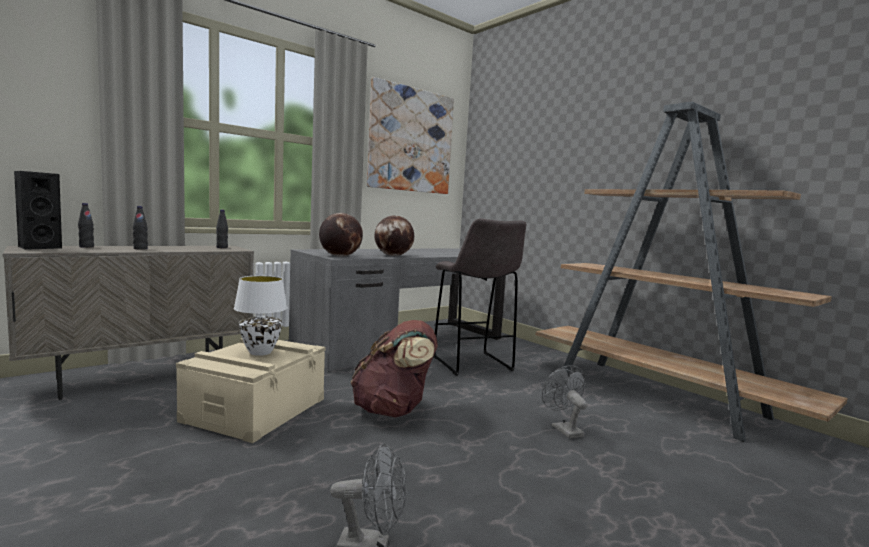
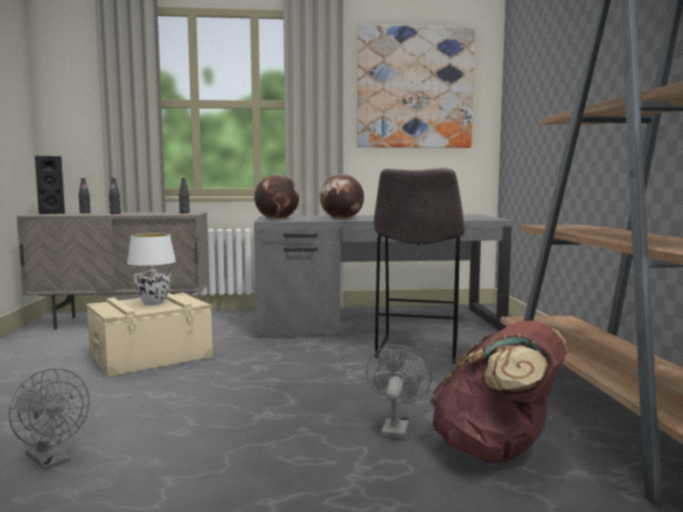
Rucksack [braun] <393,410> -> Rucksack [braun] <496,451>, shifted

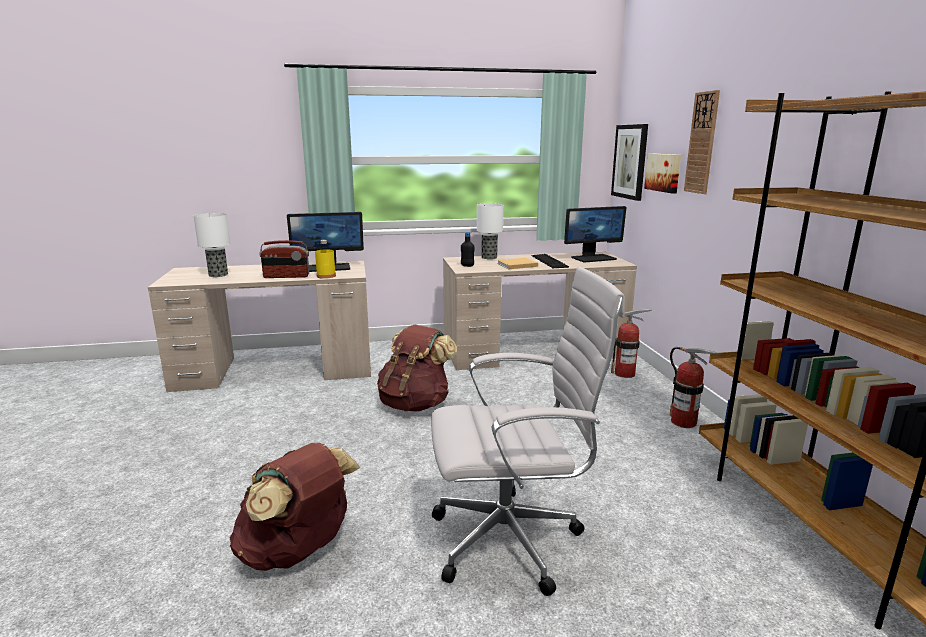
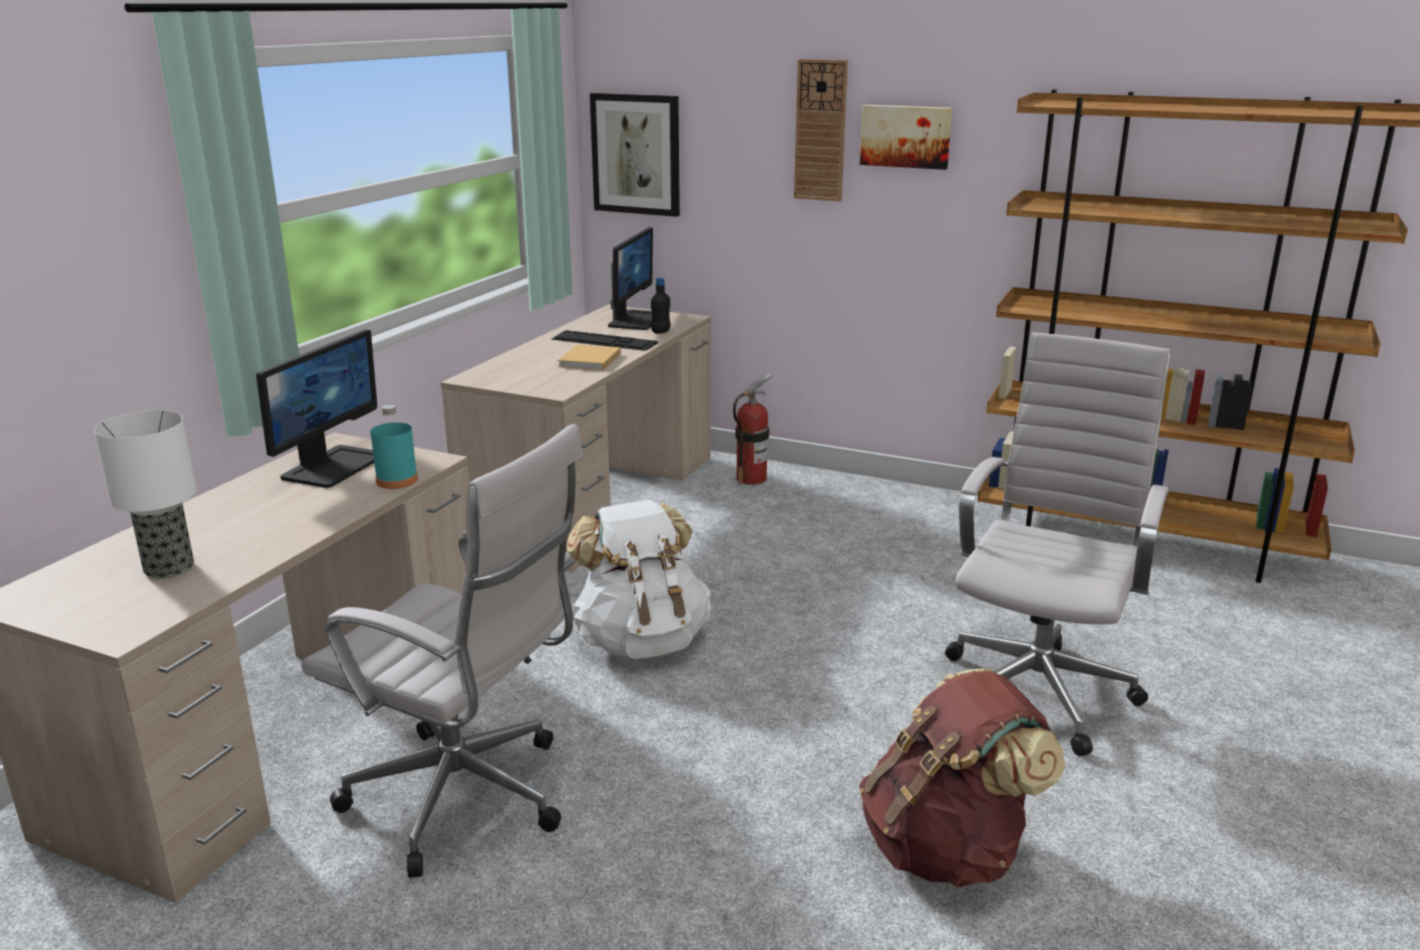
Radio <286,276> -> none
Tischlampe <488,257> -> none
Feuerlöscher <683,422> -> none
none -> Bürostuhl [weiß] <467,800>
Flasche [schwarz] <467,266> -> Flasche [schwarz] <661,332>, shifted
Bild <664,172> -> Bild <906,136>, shifted
Flasche [gelb] <326,276> -> Flasche [türkis] <397,480>
Rucksack [braun] <415,404> -> Rucksack [weiß] <641,640>

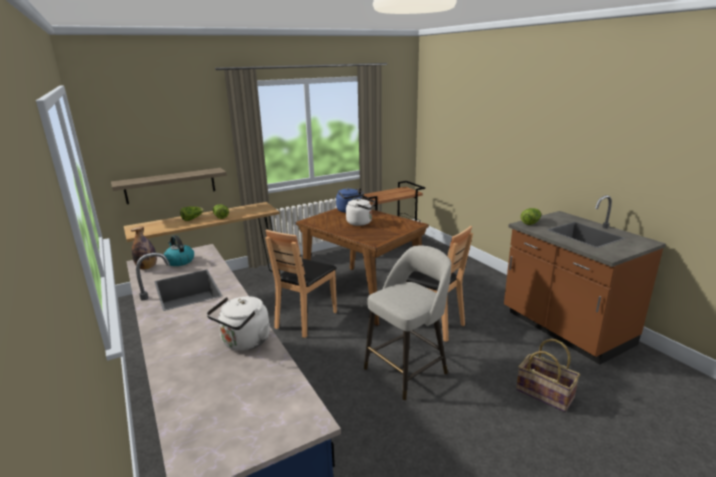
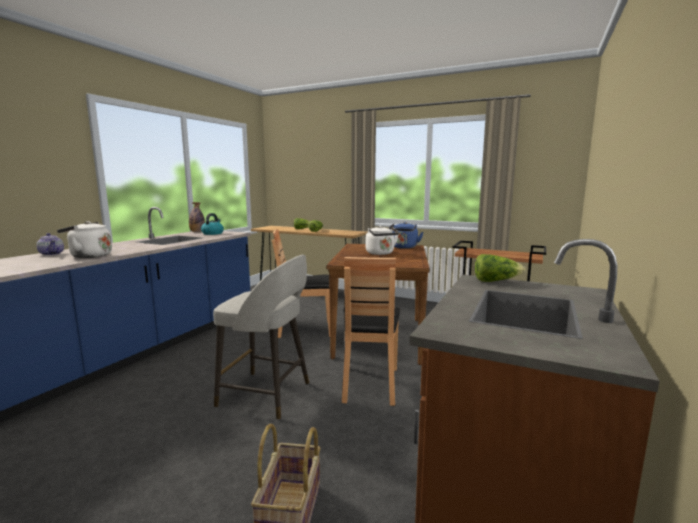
Wandregal <170,185> -> none
none -> Teekanne <52,254>

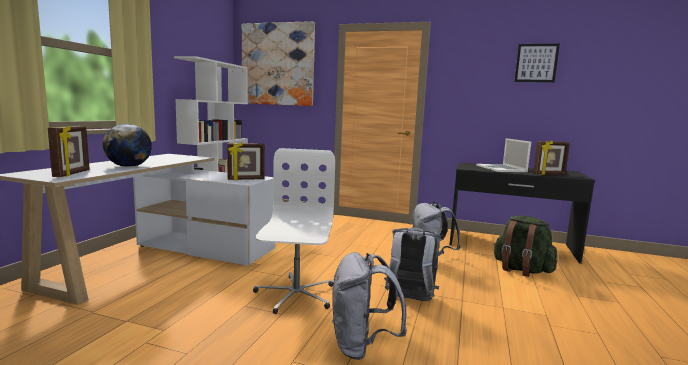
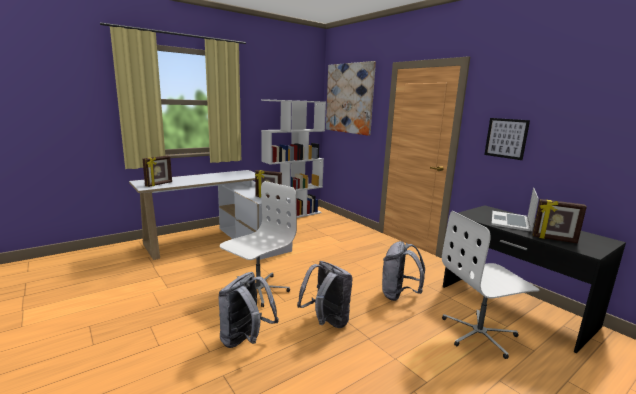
Globus <129,166> -> none
Bild <536,63> -> Bild <506,138>, shifted
Rucksack [grün] <521,270> -> Bürostuhl [weiß] <479,334>

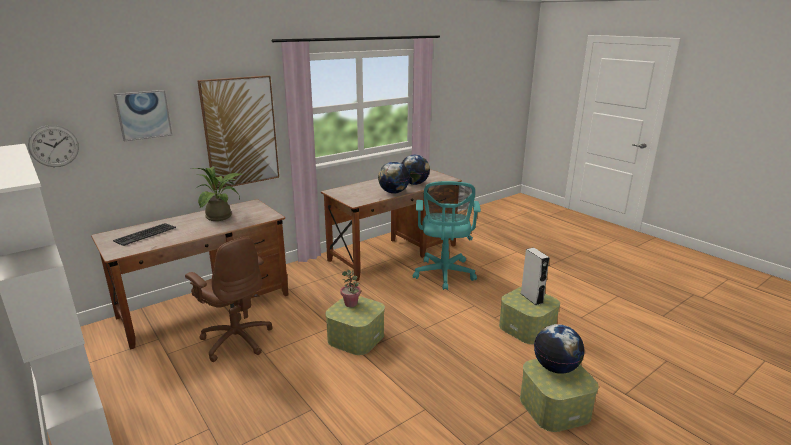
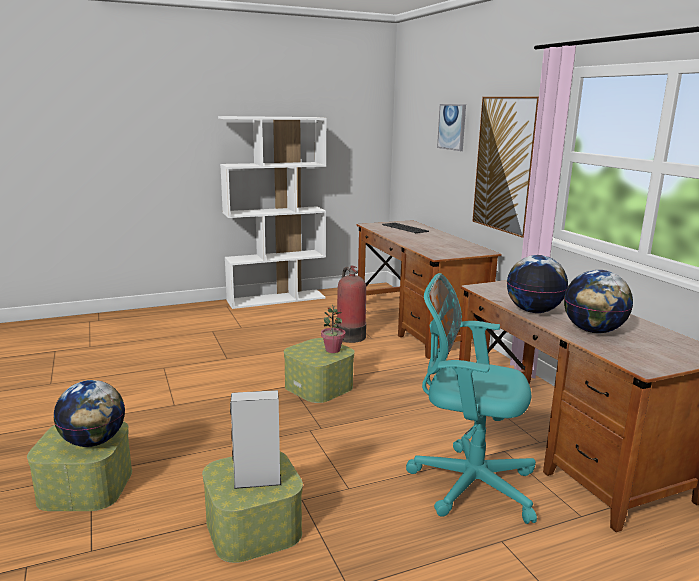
Wanduhr <54,146> -> none
Topfpflanze <222,216> -> none
Bürostuhl [braun] <236,340> -> Feuerlöscher <350,336>

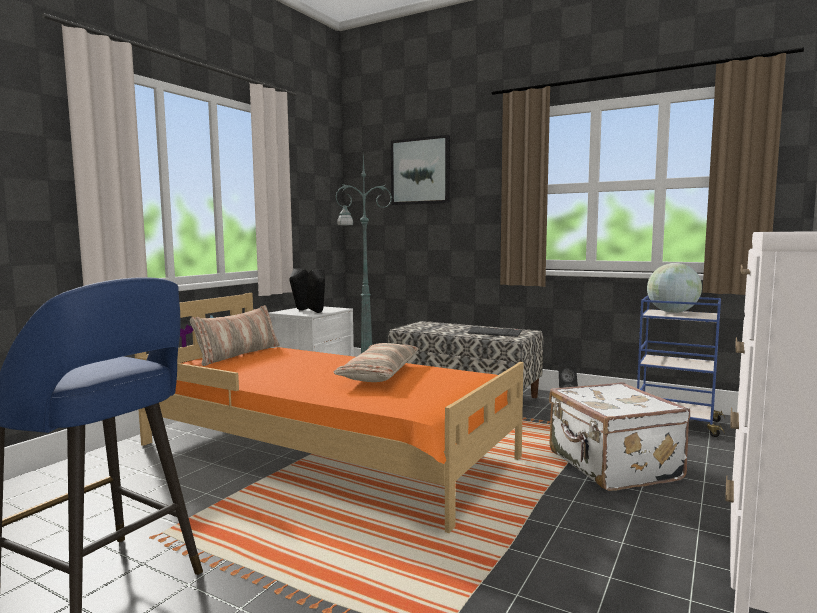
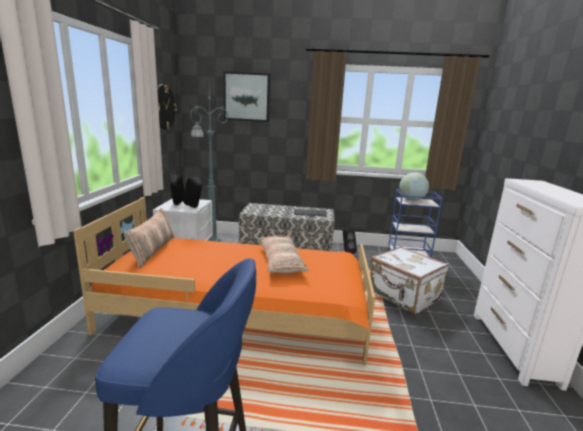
none -> Wanduhr <164,107>

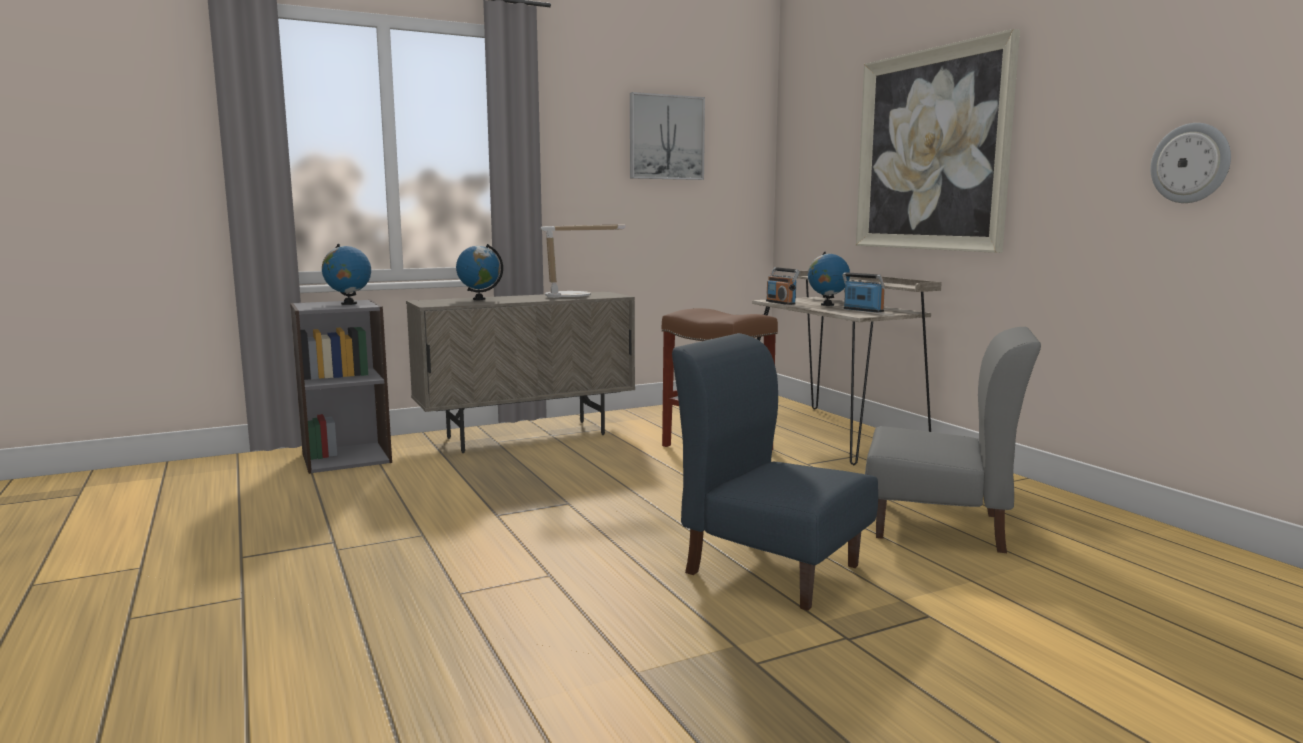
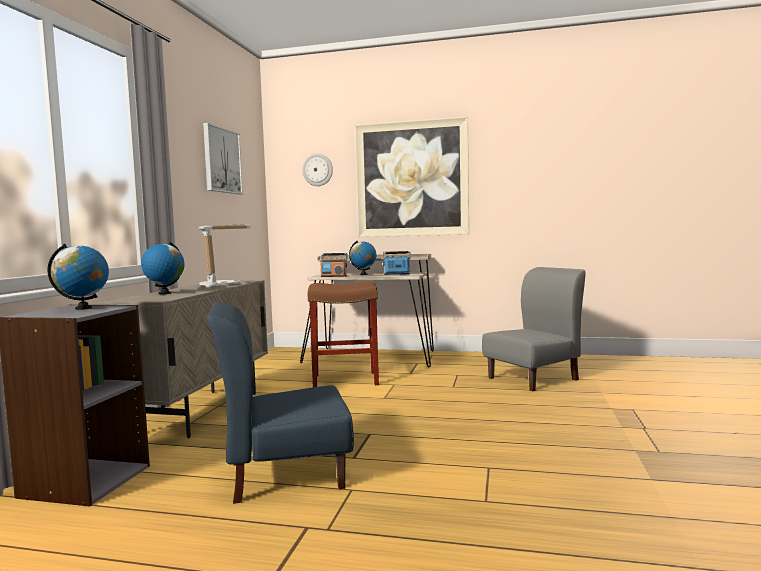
Stuhl [blau] <771,568> -> Stuhl [blau] <284,474>, shifted
Wanduhr <1191,163> -> Wanduhr <317,170>, shifted

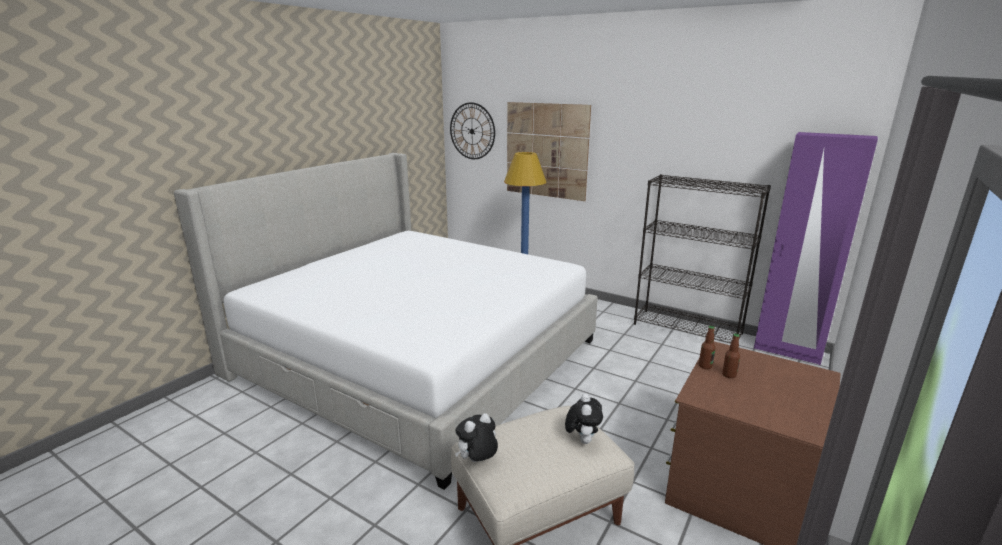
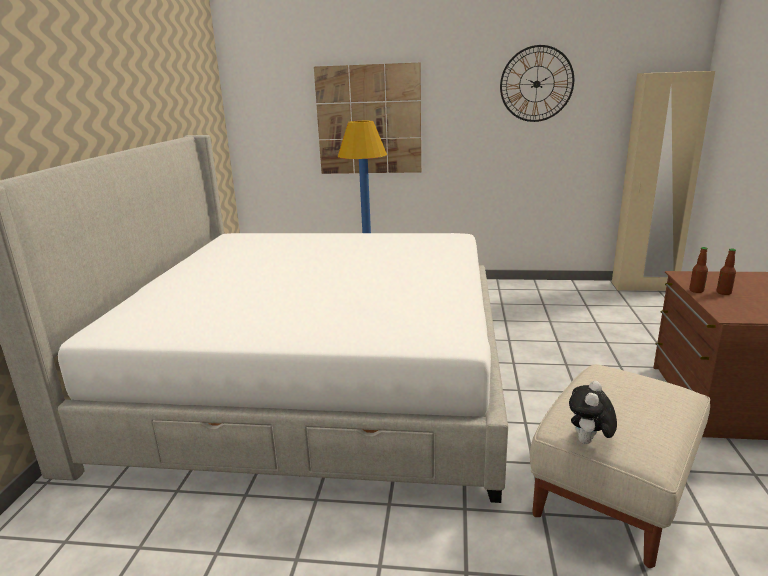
Plüschtier <582,439> -> none
Bücherregal [schwarz] <687,329> -> none
Wanduhr <472,131> -> Wanduhr <536,84>, shifted
Kleiderschrank [lila] <787,351> -> Kleiderschrank [beige] <644,287>

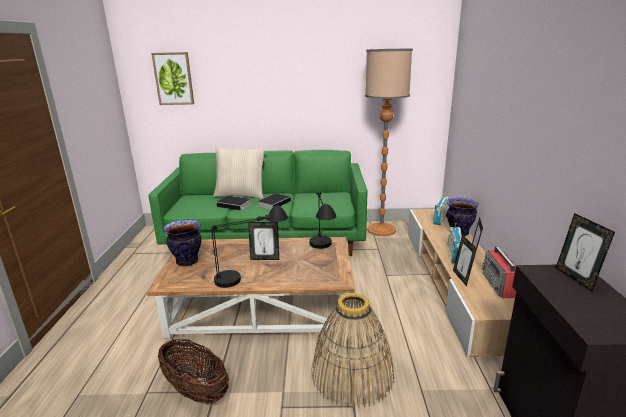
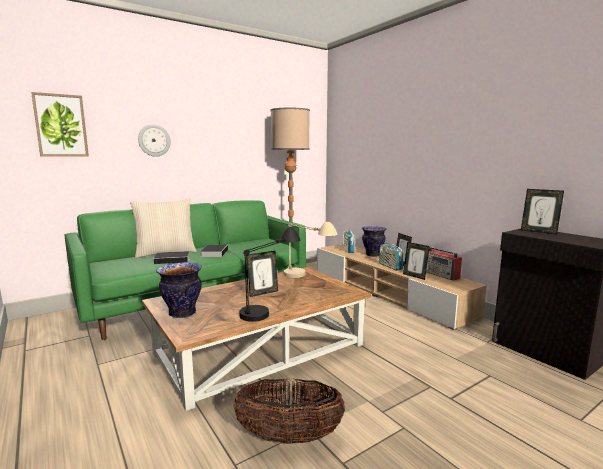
Korb <352,374> -> none
none -> Wanduhr <154,140>
Tischlampe [schwarz] <323,252> -> Tischlampe [beige] <307,279>

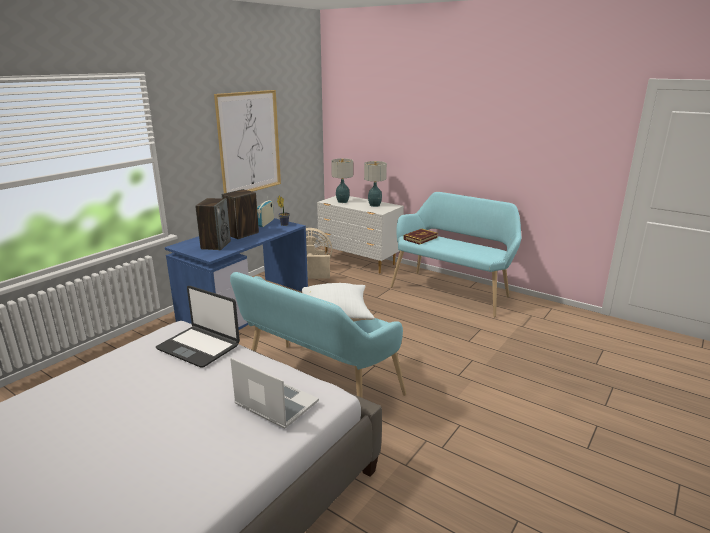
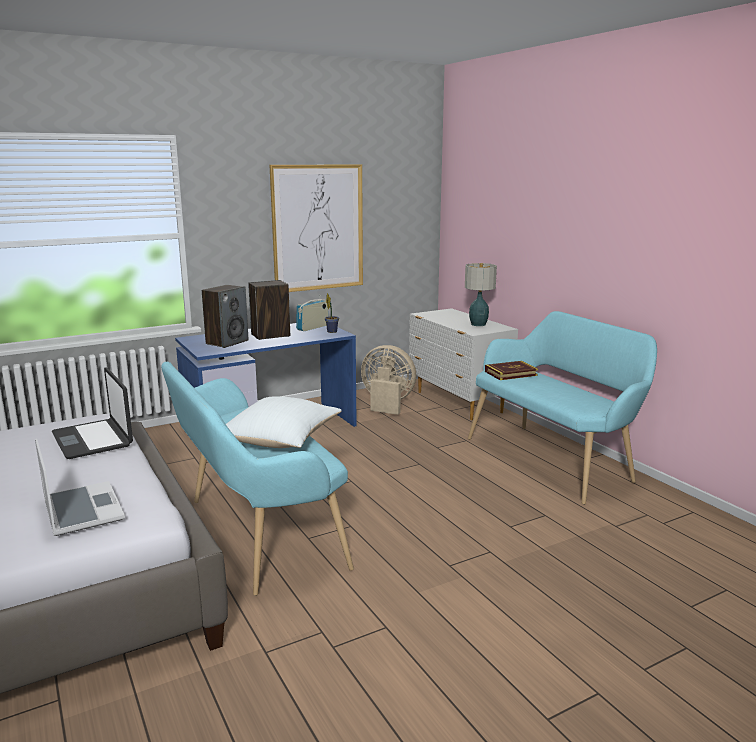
Tischlampe <342,201> -> none

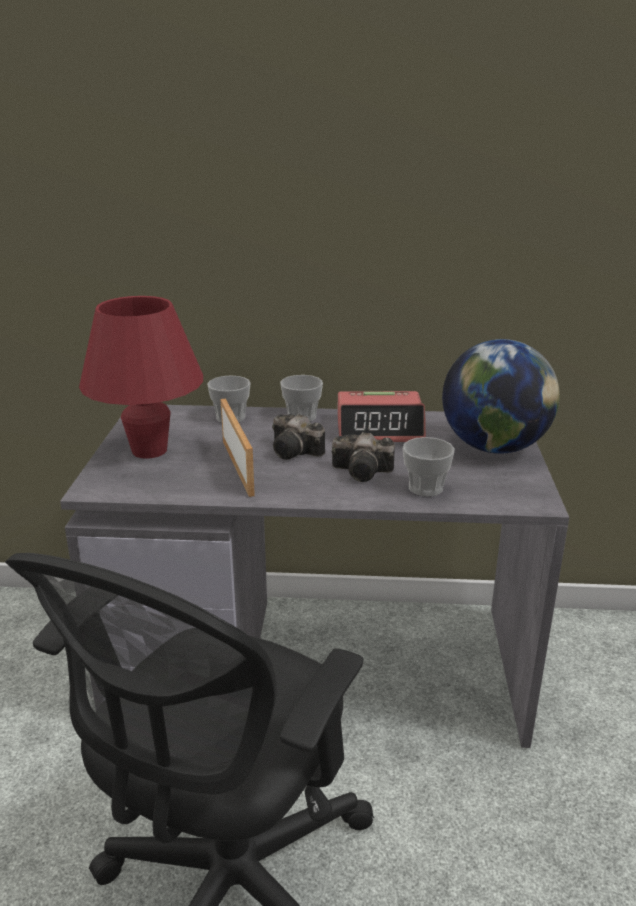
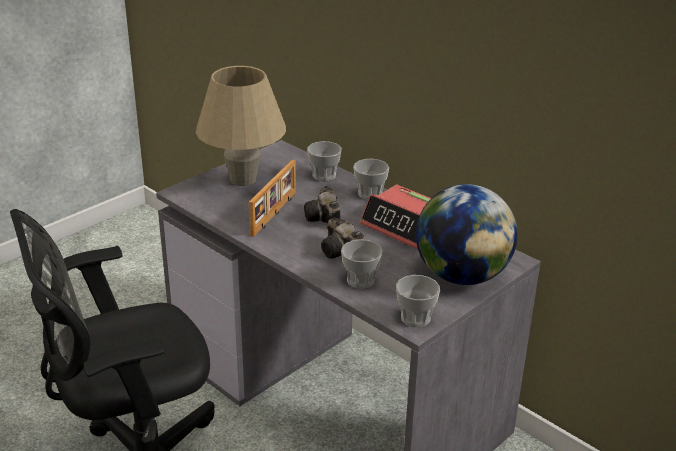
none -> Tasse <415,318>
Tischlampe [rot] <149,450> -> Tischlampe [beige] <243,179>

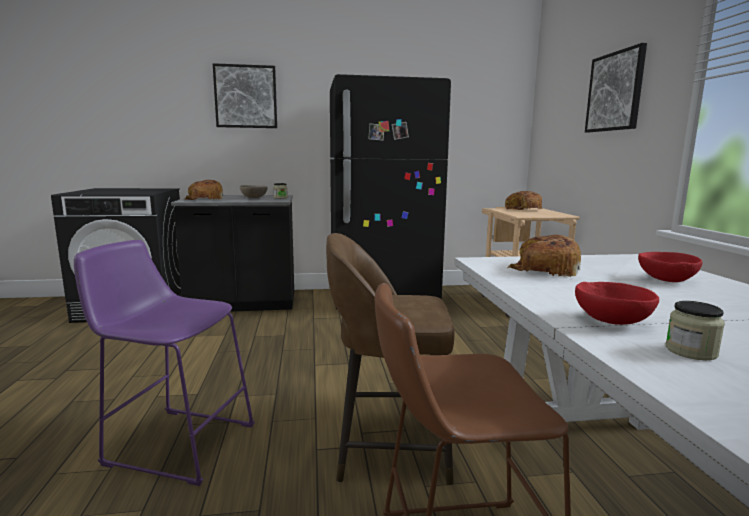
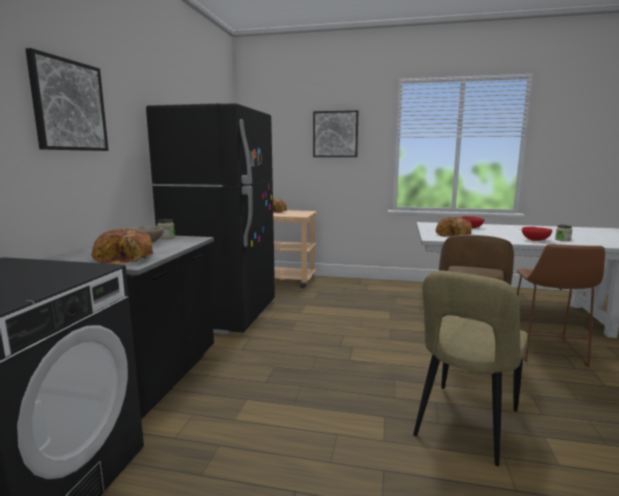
Hocker [lila] <175,442> -> Stuhl [beige] <464,426>

